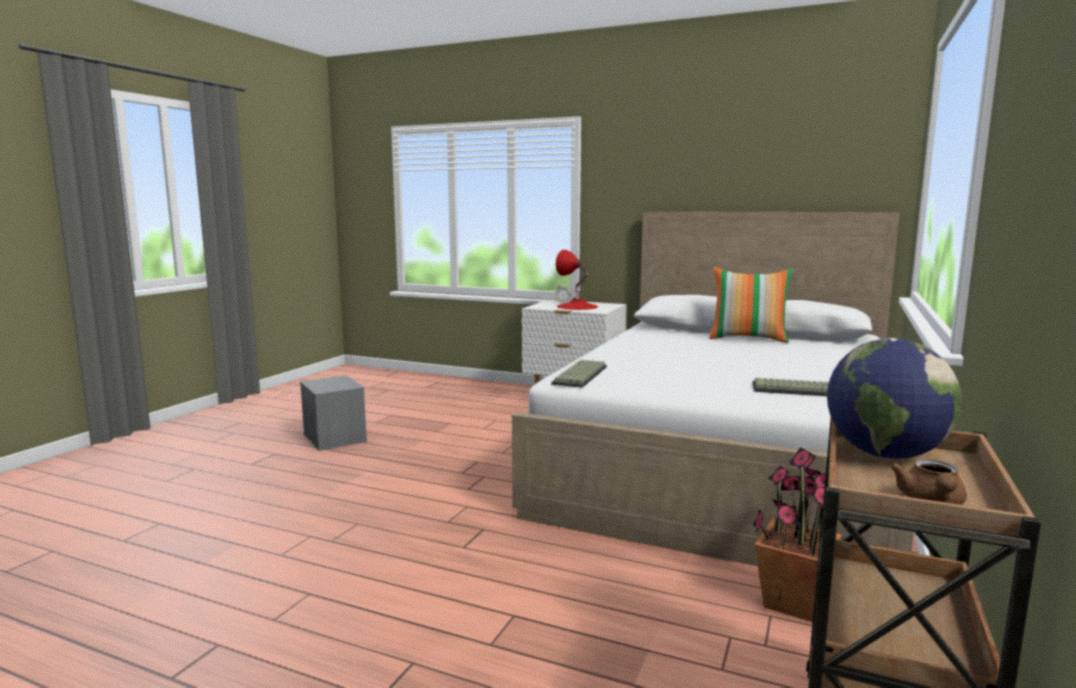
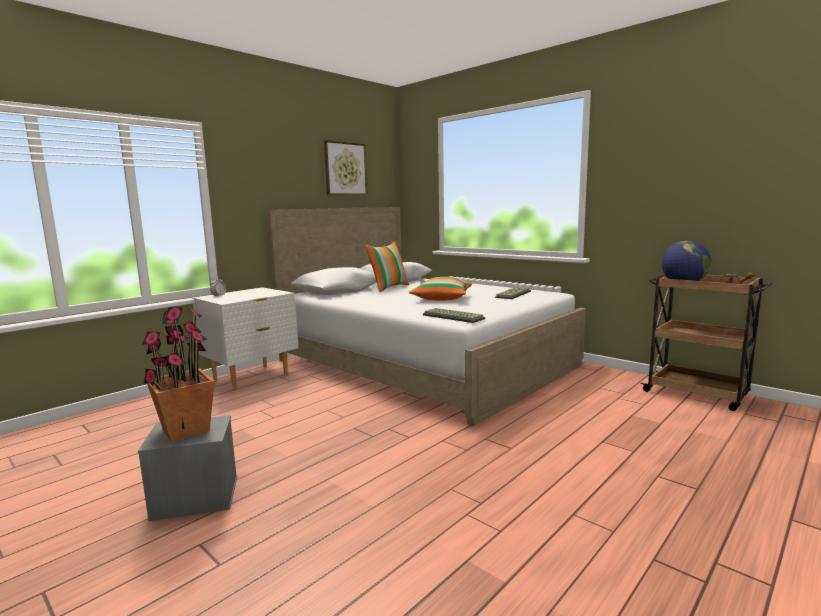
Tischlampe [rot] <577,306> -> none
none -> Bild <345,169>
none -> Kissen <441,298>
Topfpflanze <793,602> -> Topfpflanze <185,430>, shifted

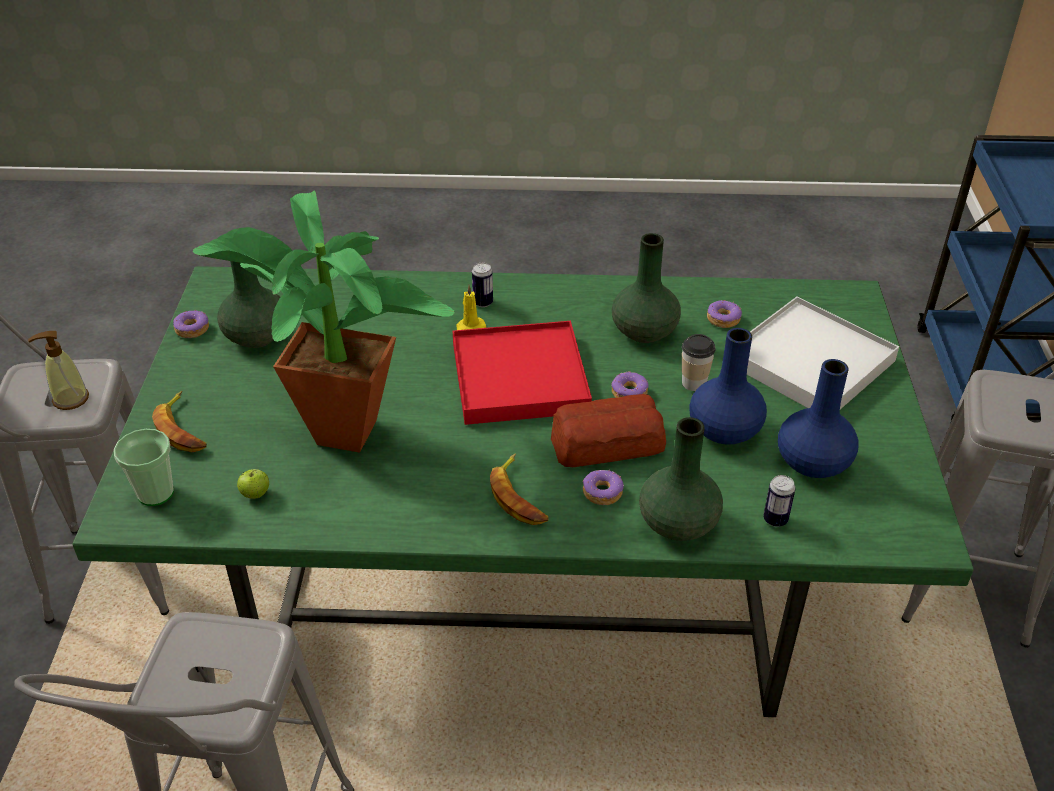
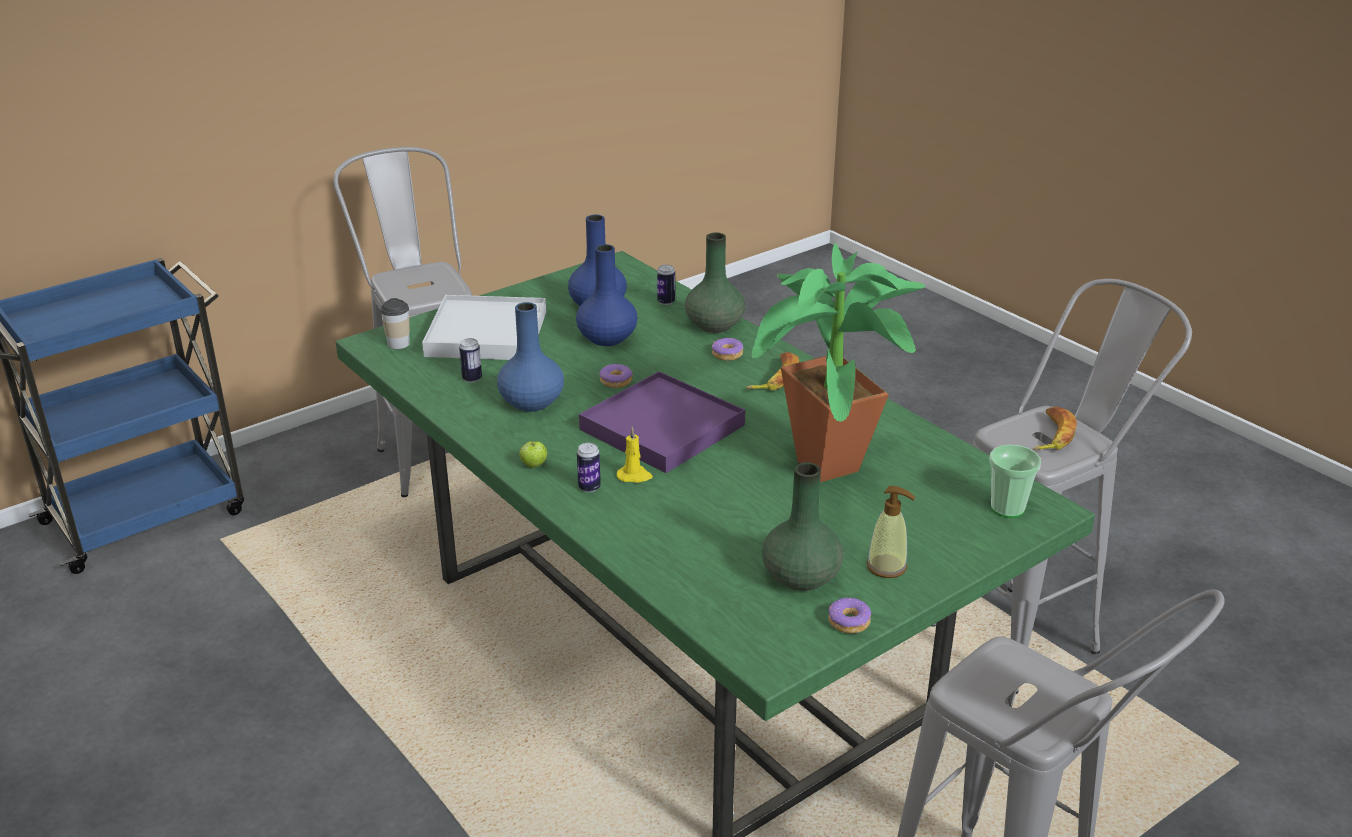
Brot <609,443> -> none
Seifenspender <70,399> -> Seifenspender <887,567>, shifted
Banane <183,429> -> Banane <1051,435>, shifted
Apfel <255,494> -> Apfel <534,465>, shifted
Tasse <694,383> -> Tasse <398,344>, shifted
Donut <723,319> -> Dose <472,378>
Tablett [rot] <519,378> -> Tablett [lila] <662,427>
Vase [grün] <644,331> -> Vase [blau] <531,402>

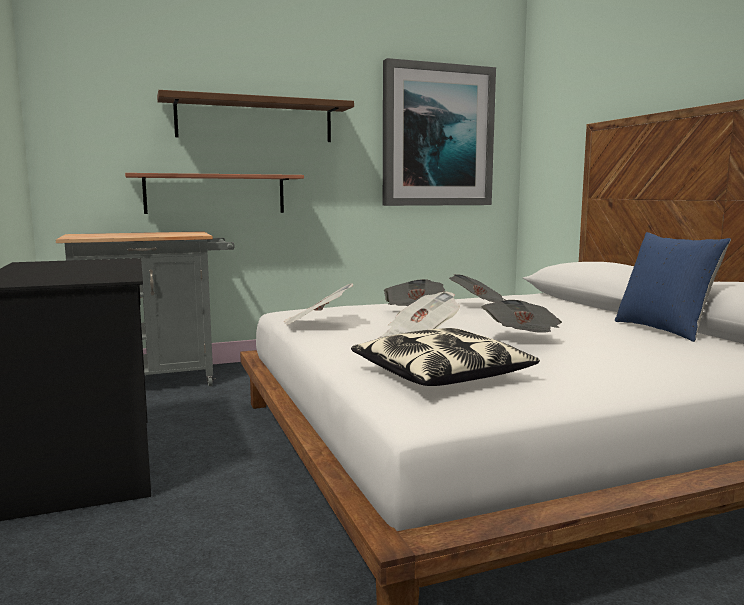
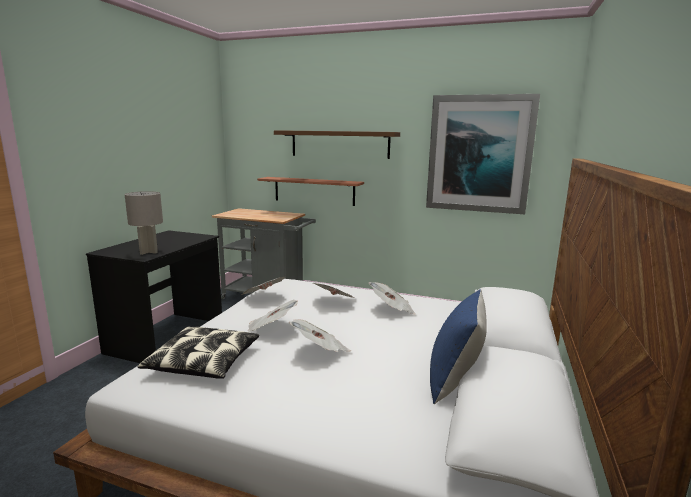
none -> Tischlampe [grau] <149,252>

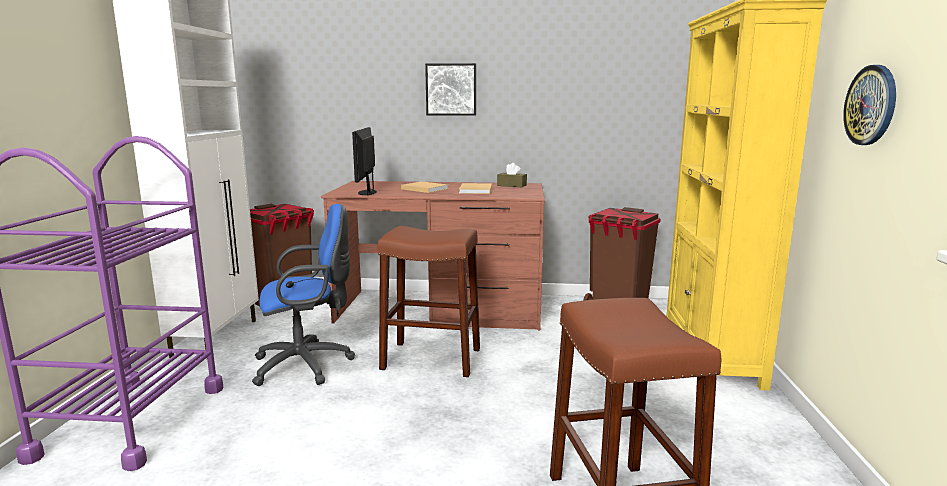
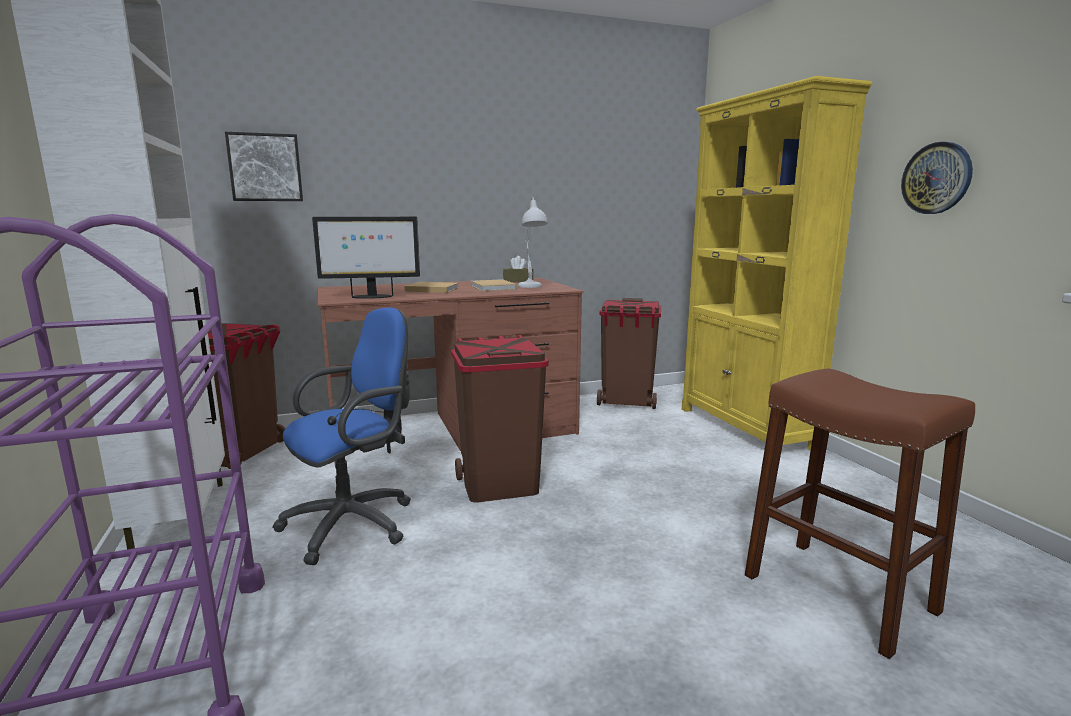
none -> Tischlampe [weiß] <531,287>
Bild <451,89> -> Bild <265,167>, shifted
Hocker [braun] <431,359> -> Mülleimer [braun] <499,485>
Monitor <367,192> -> Monitor <371,297>, 75 degrees counterclockwise

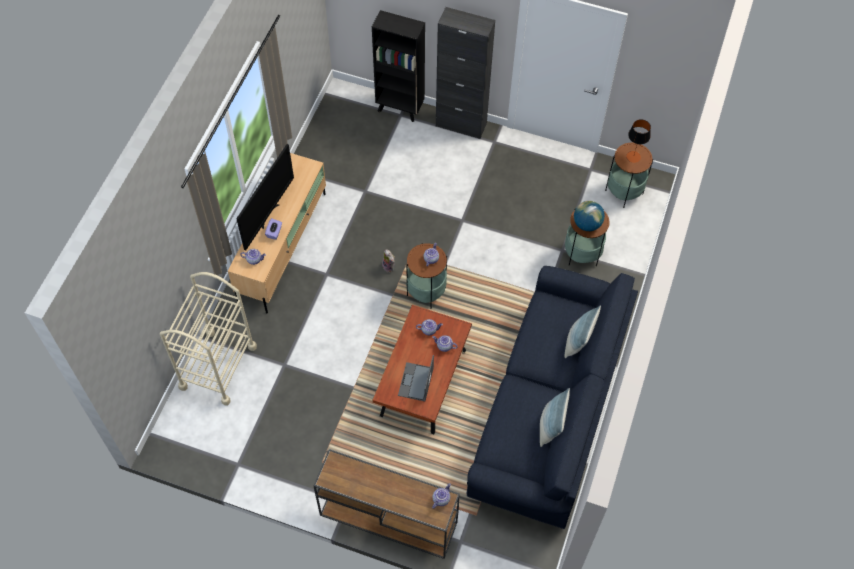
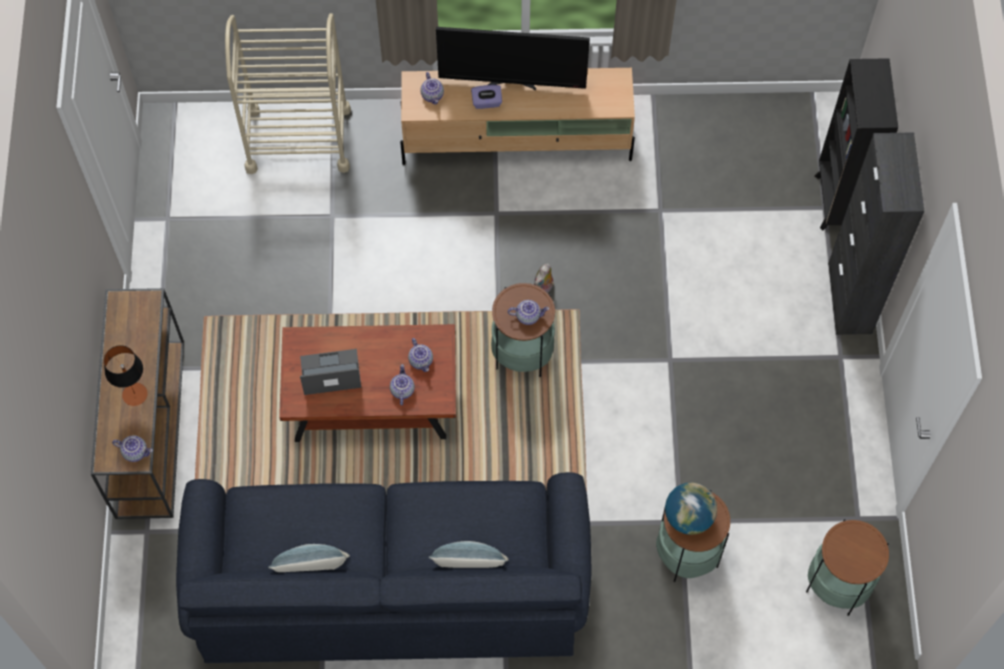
Tischlampe <633,156> -> Tischlampe <135,394>, shifted

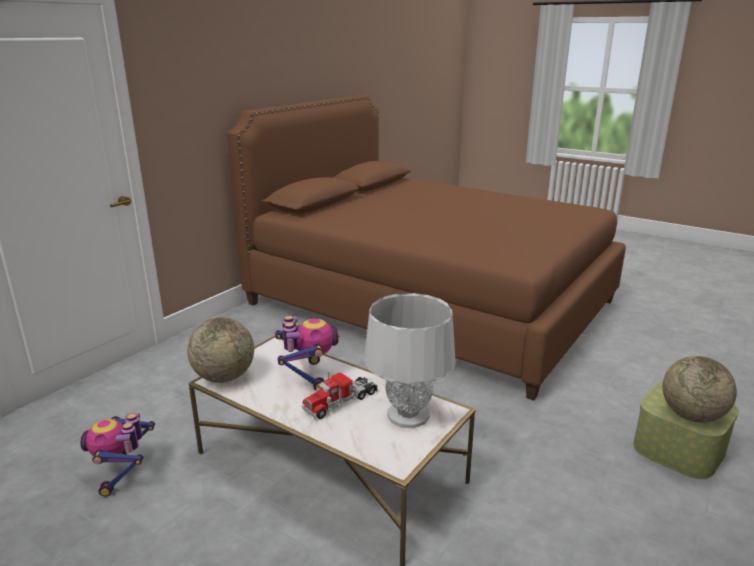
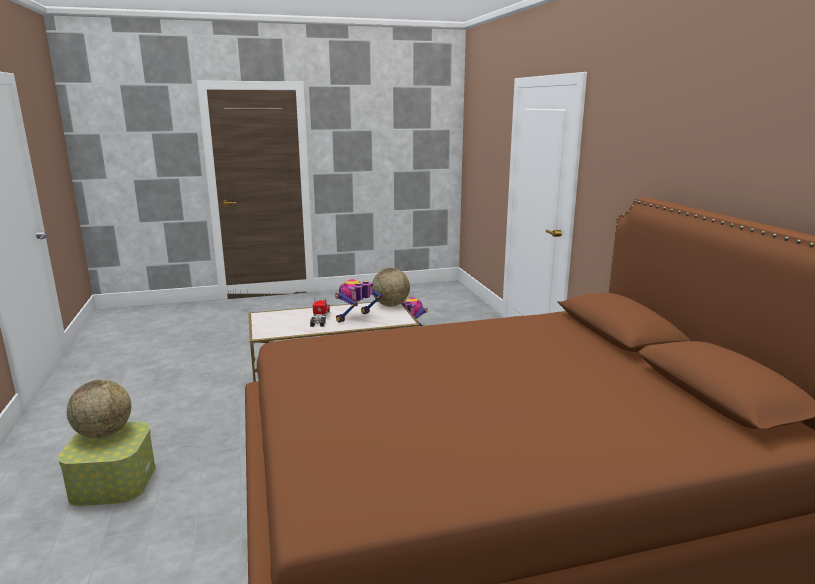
Tischlampe [grau] <408,415> -> none
Spielzeugroboter <307,376> -> Spielzeugroboter <356,319>, 105 degrees clockwise

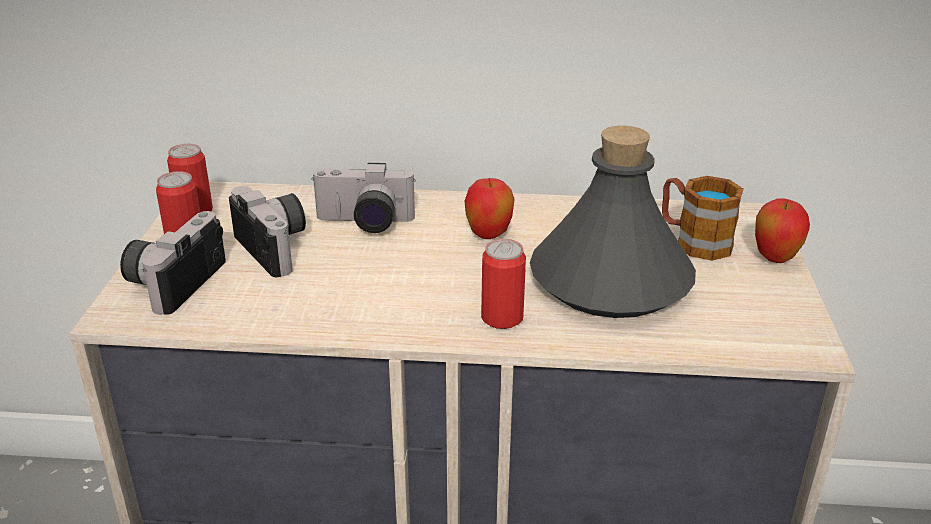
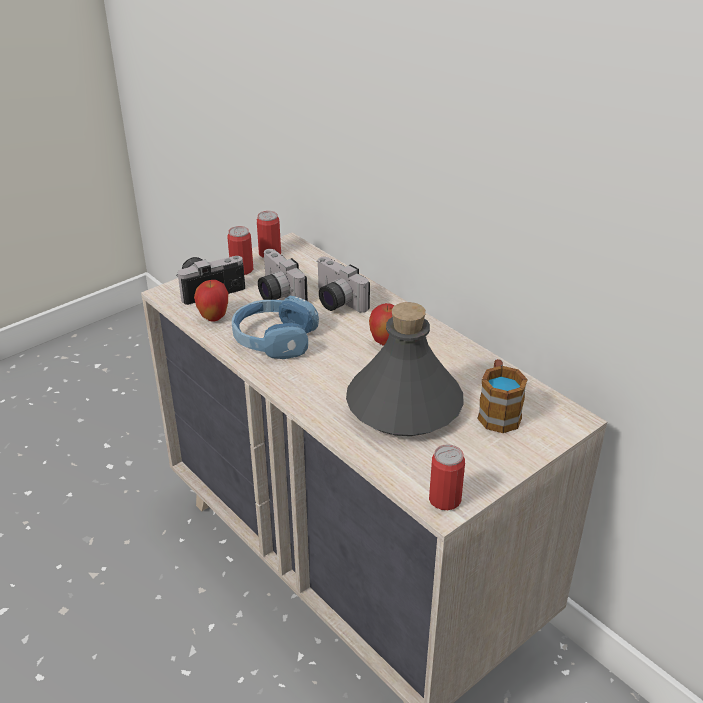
none -> Kopfhörer [blau] <274,339>
Dose <502,318> -> Dose <444,499>, shifted
Apfel <775,258> -> Apfel <213,318>, shifted
Kamera <278,247> -> Kamera <276,294>, 135 degrees clockwise

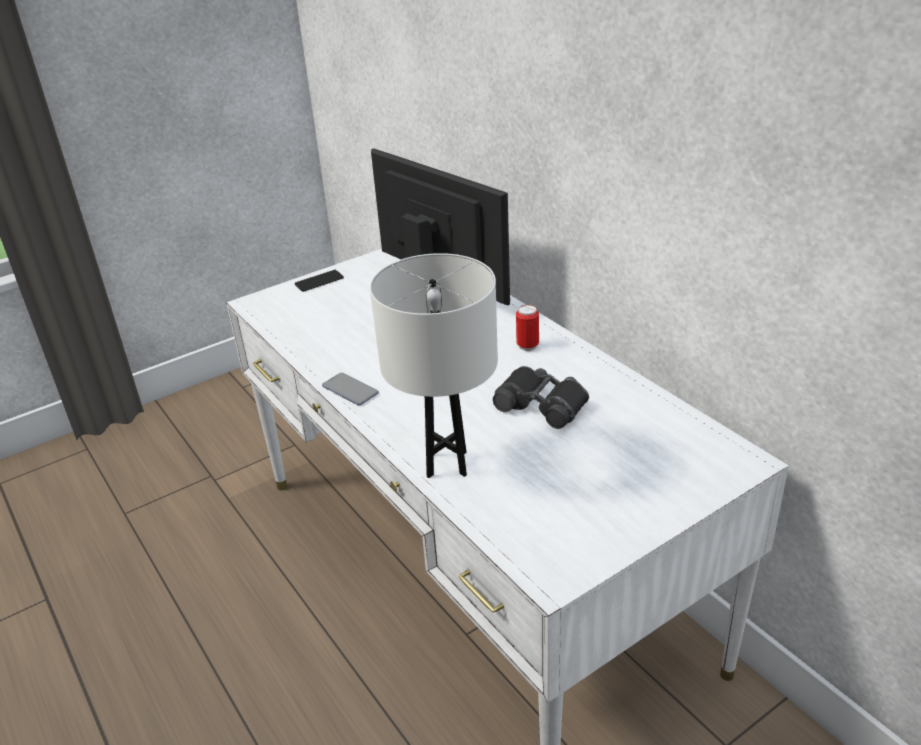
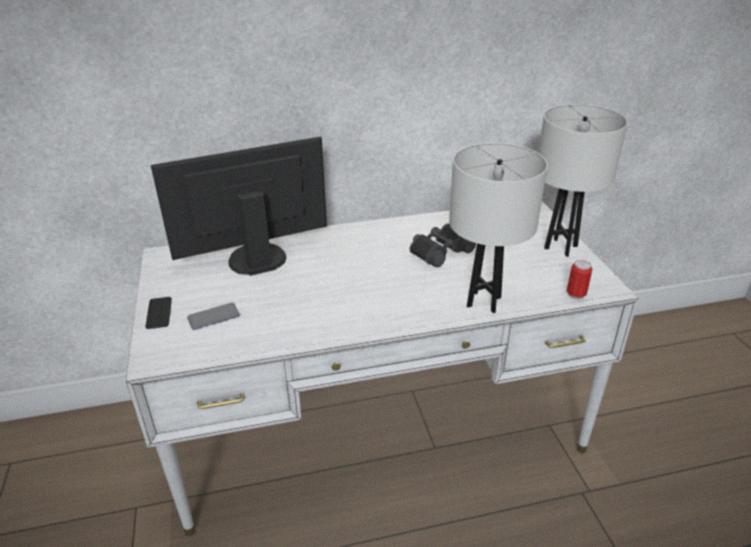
none -> Tischlampe [weiß] <560,247>
Handy <350,390> -> Handy <213,317>, shifted
Dose <527,346> -> Dose <576,295>, shifted

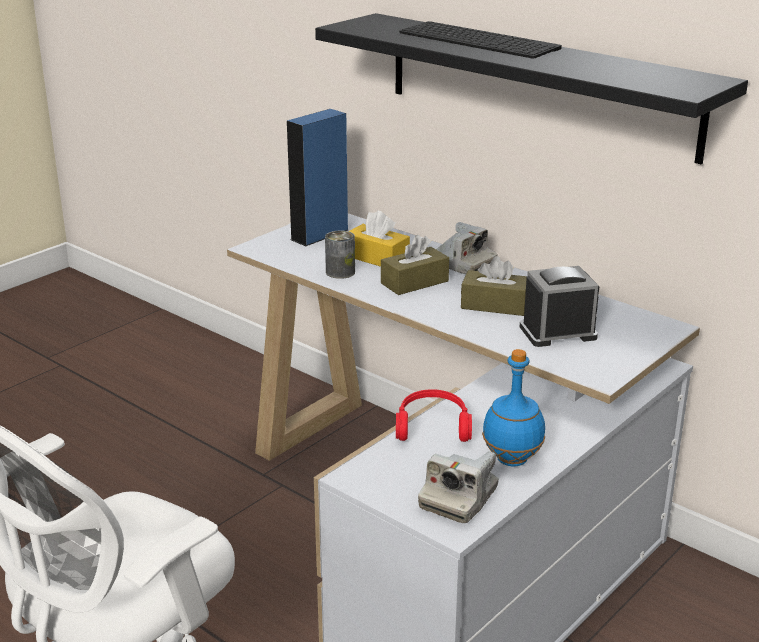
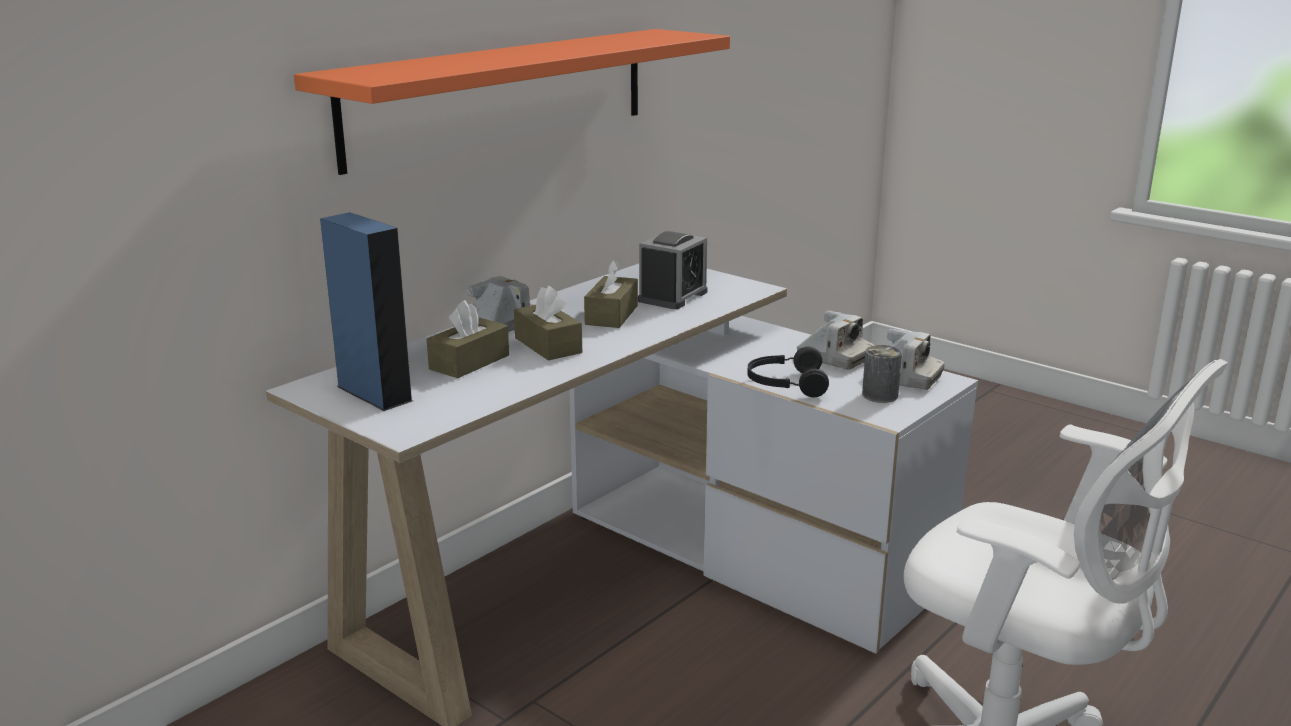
Tastatur <481,40> -> none
Dose <340,272> -> Dose <880,395>, shifted
Flasche [blau] <513,459> -> Kamera <834,357>
Wandregal [schwarz] <538,84> -> Wandregal [orange] <502,95>
Taschentuchbox [gelb] <377,258> -> Taschentuchbox [braun] <469,362>
Kopfhörer [rot] <432,425> -> Kopfhörer [schwarz] <785,384>
Wecker <558,332> -> Wecker <673,296>, 135 degrees counterclockwise

